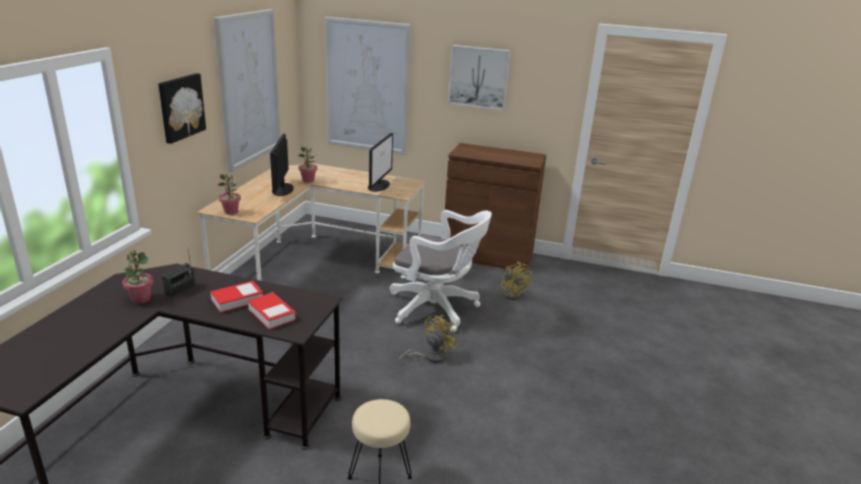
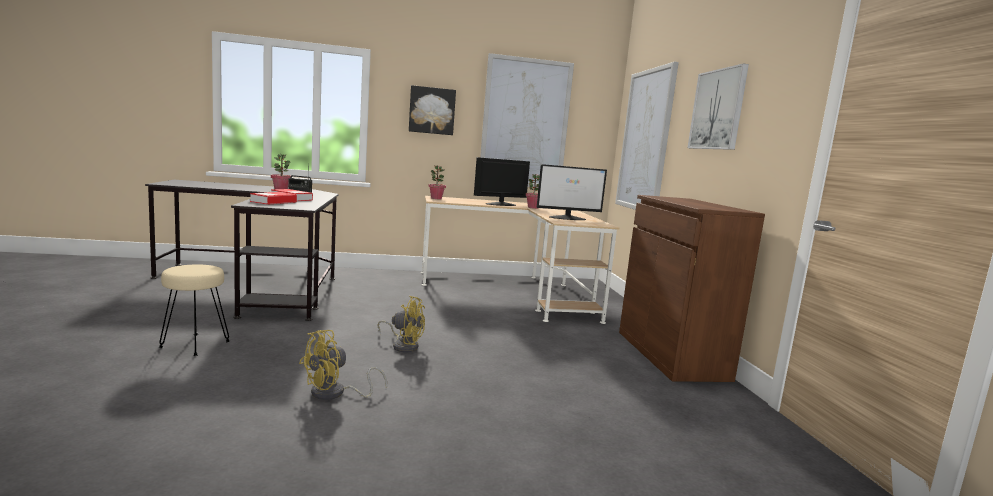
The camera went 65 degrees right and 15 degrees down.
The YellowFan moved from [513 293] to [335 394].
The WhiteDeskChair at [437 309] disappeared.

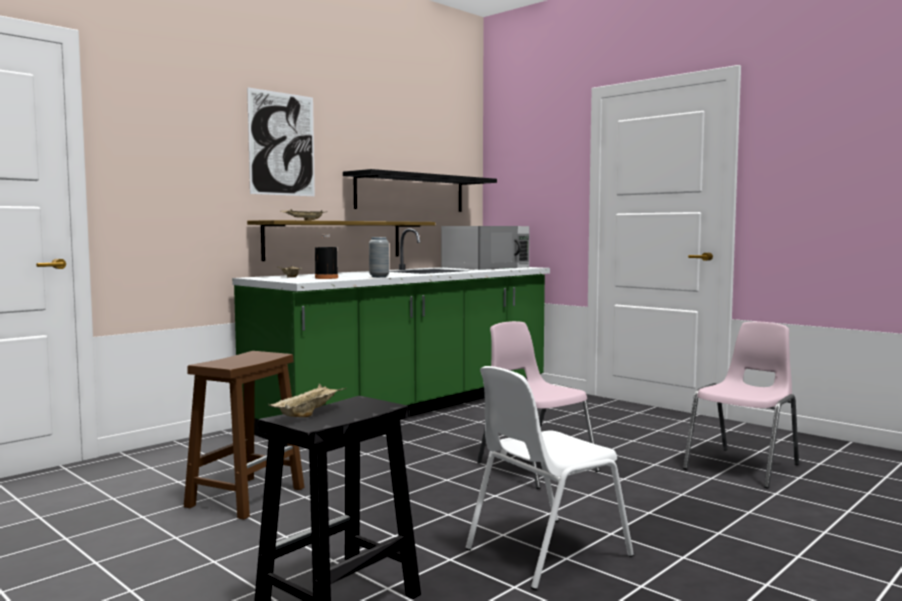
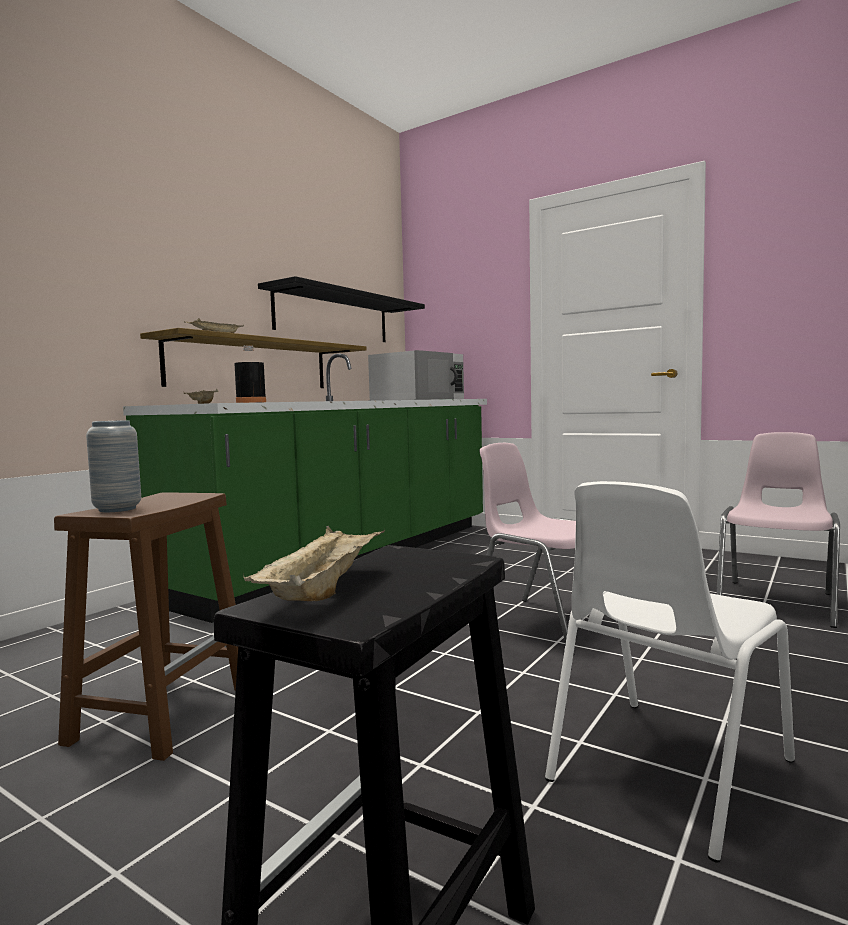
The camera went 10 degrees left and 0 degrees up.
The GreyishDecorativeVase moved from [379 276] to [117 509].
The WallPicture at [282 144] disappeared.

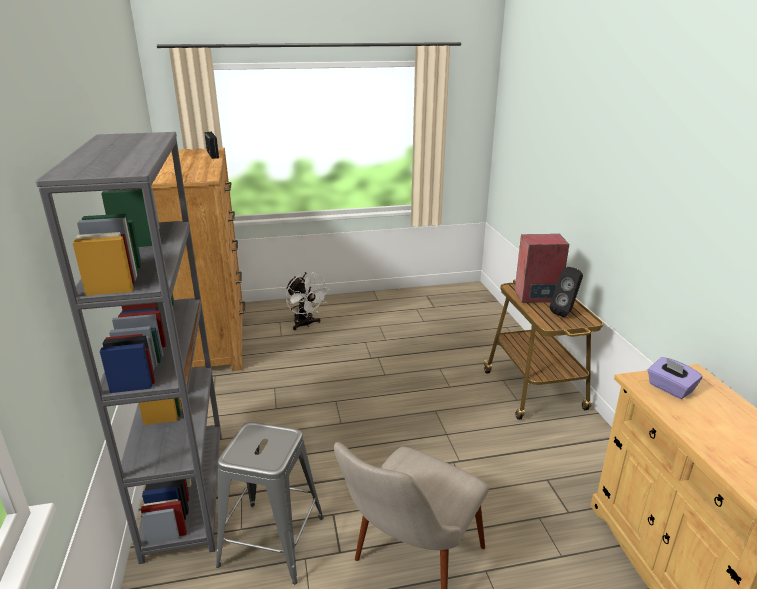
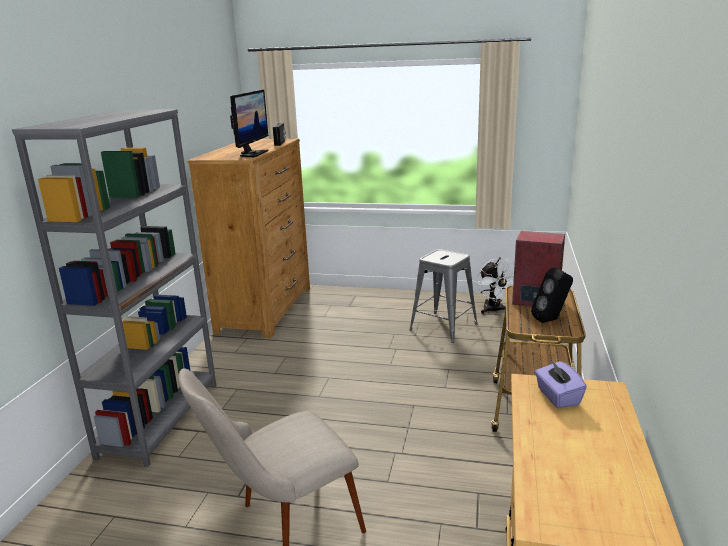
The camera went 25 degrees right and 5 degrees down.
The ComputerScreen at [252 154] appeared.
The GreyishStoolSeat moved from [272 541] to [443 327].
The WhiteFan moved from [306 324] to [494 310].

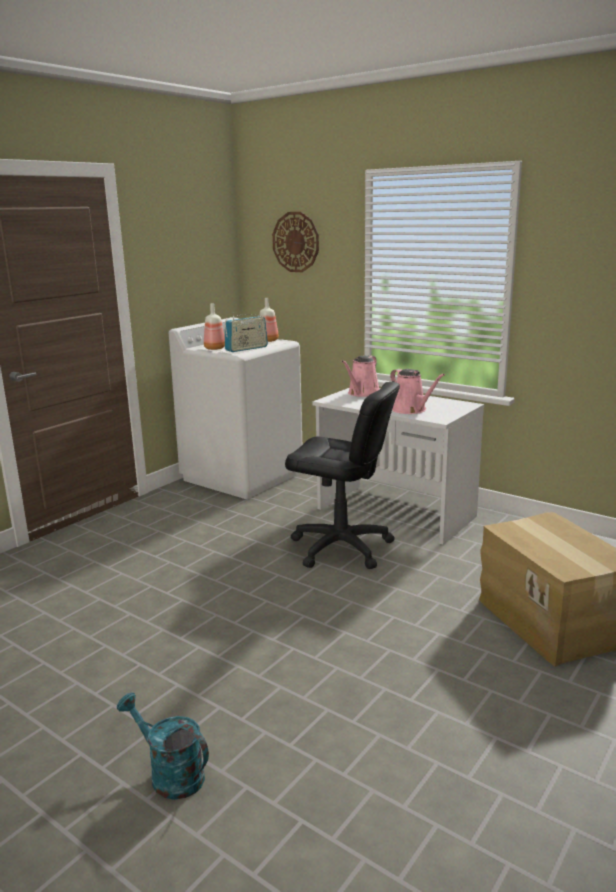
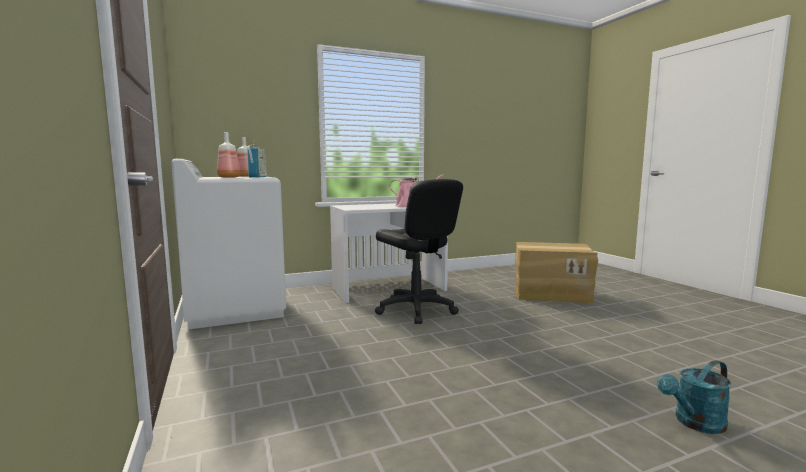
The camera went 60 degrees left and 10 degrees down.
The BlackDeskChair at [341 547] turned 90 degrees clockwise.
The ClockOnTheWall at [296 242] disappeared.
The PinkishWateringCan at [362 393] disappeared.

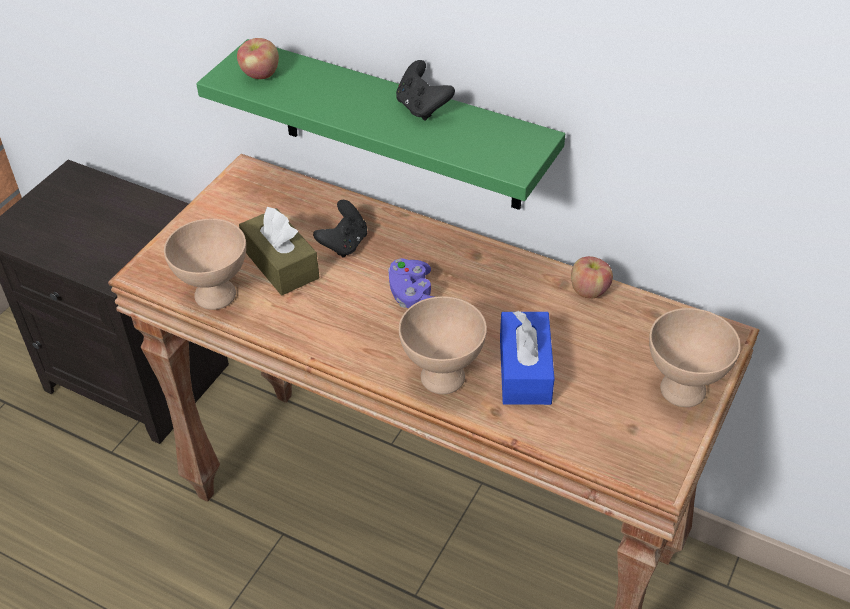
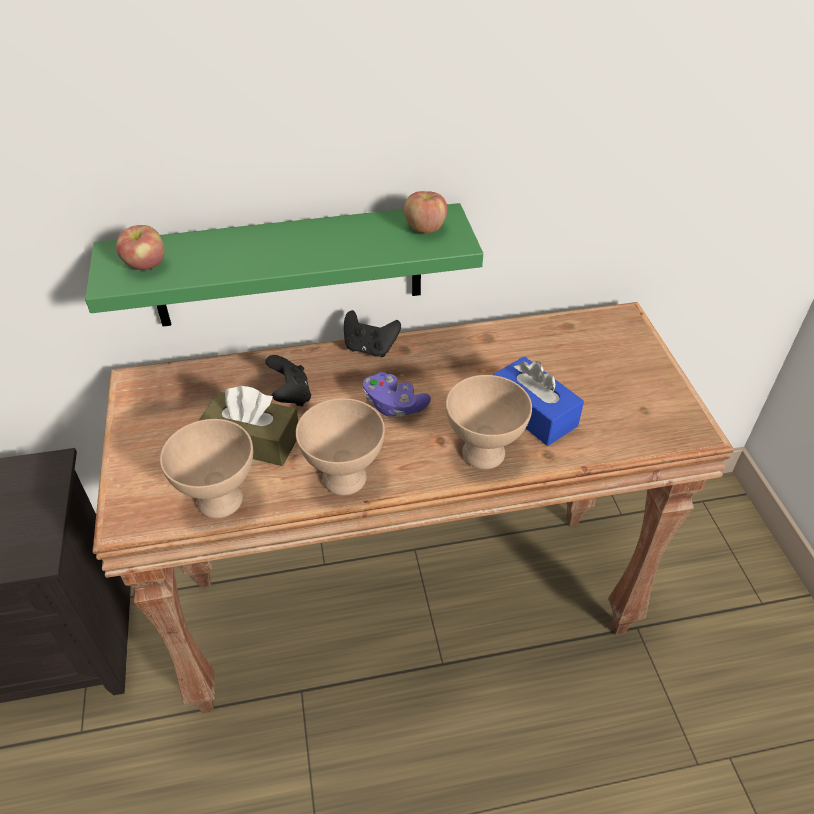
The camera went 40 degrees left and 0 degrees up.
The SandColouredBowl moved from [681 389] to [343 478].
The BlackGameController moved from [422 108] to [370 348].
The AppleFruit moved from [589 290] to [425 228].

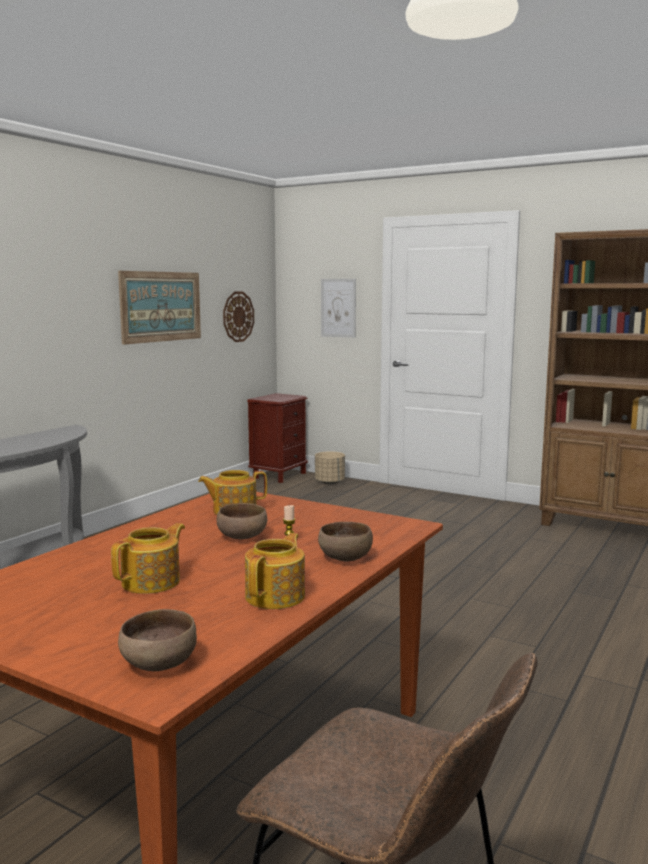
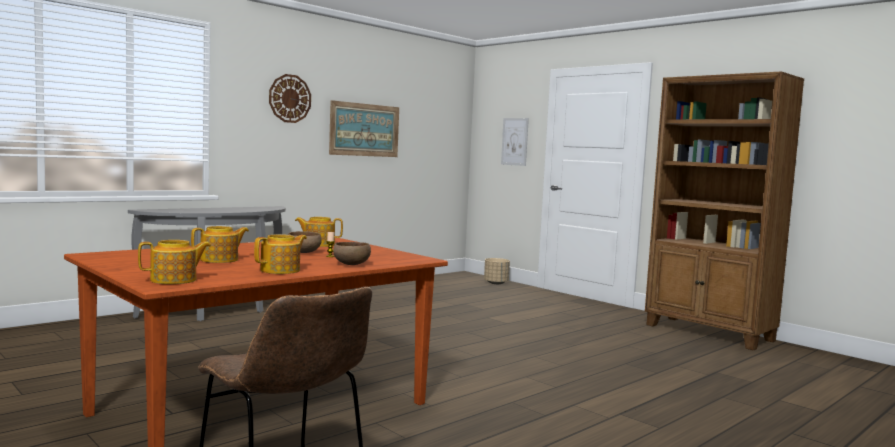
The camera went 15 degrees right and 5 degrees down.
The BrownishBowl at [158 665] was replaced by the Teapot at [175 280].
The ClockOnTheWall moved from [238 316] to [290 98].
The BrownishBedsideTable at [279 475] disappeared.

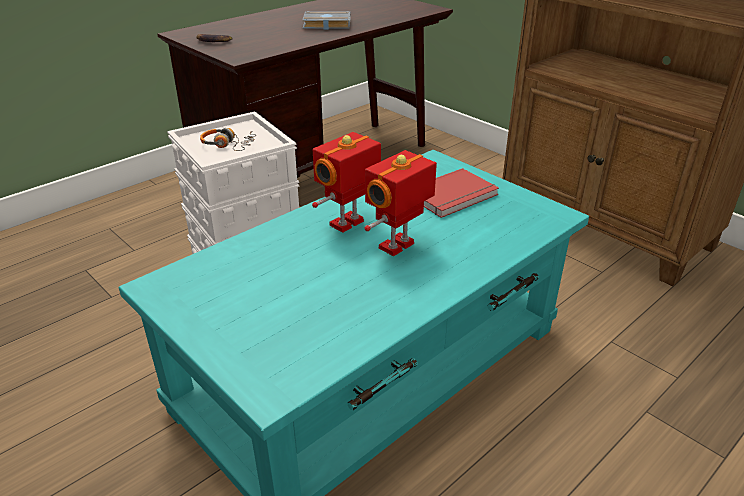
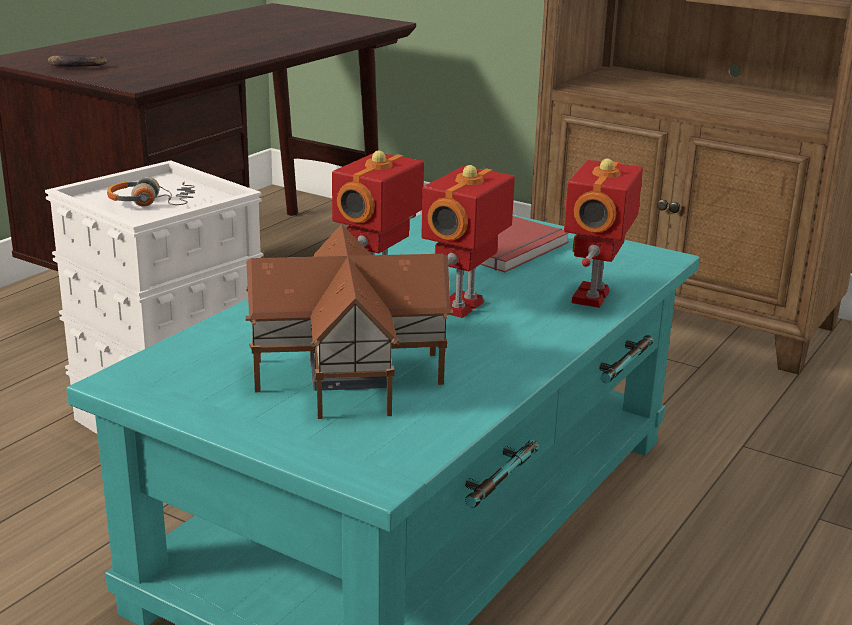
The camera went 15 degrees left and 10 degrees down.
The ModelHouse at [351 374] appeared.
The RobotFigure at [594 297] appeared.
The GreyishVolume at [326 25] disappeared.

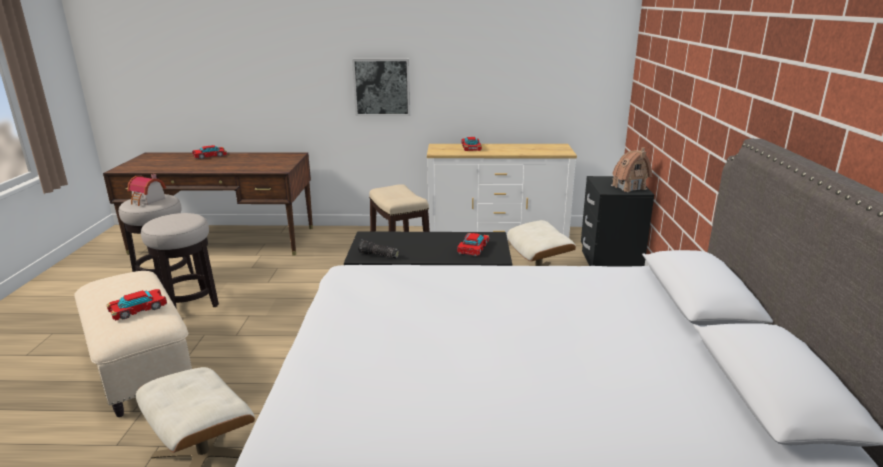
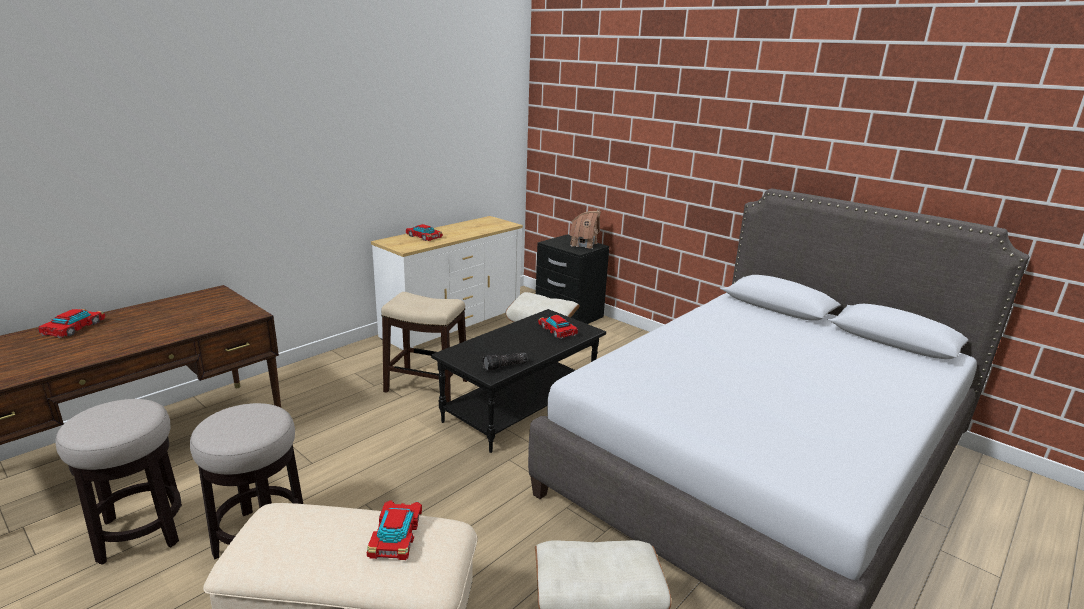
The camera went 50 degrees left and 0 degrees up.
The ModelHouse at [148 200] disappeared.
The WallPicture at [382 87] disappeared.

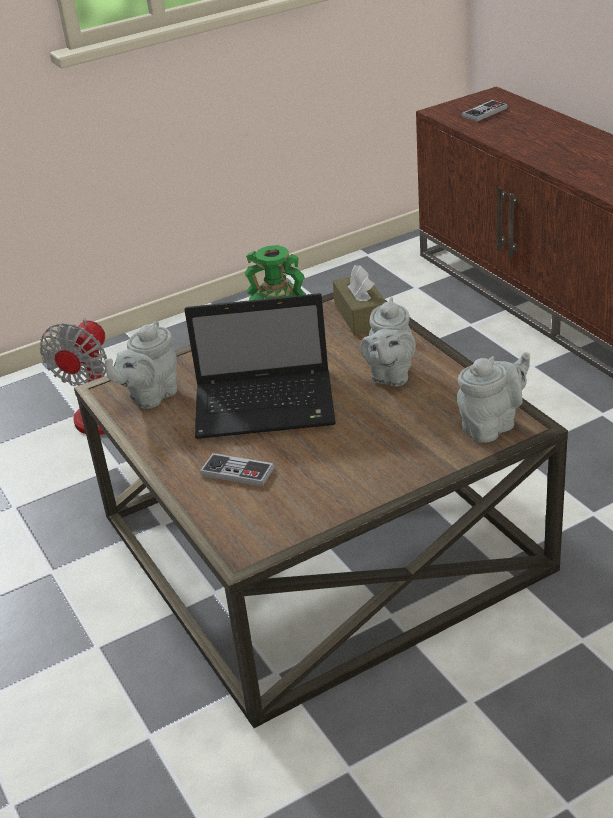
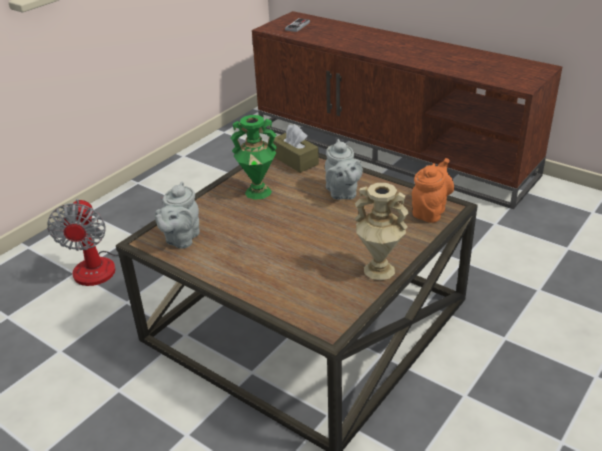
The camera went 25 degrees left and 0 degrees up.
The SandColouredDecorativeVase at [378 270] appeared.
The GreyishTeapot at [492 425] became the OrangeyTeapot at [430 211].
The NotebookComputer at [268 407] disappeared.
The GameController at [237 472] disappeared.

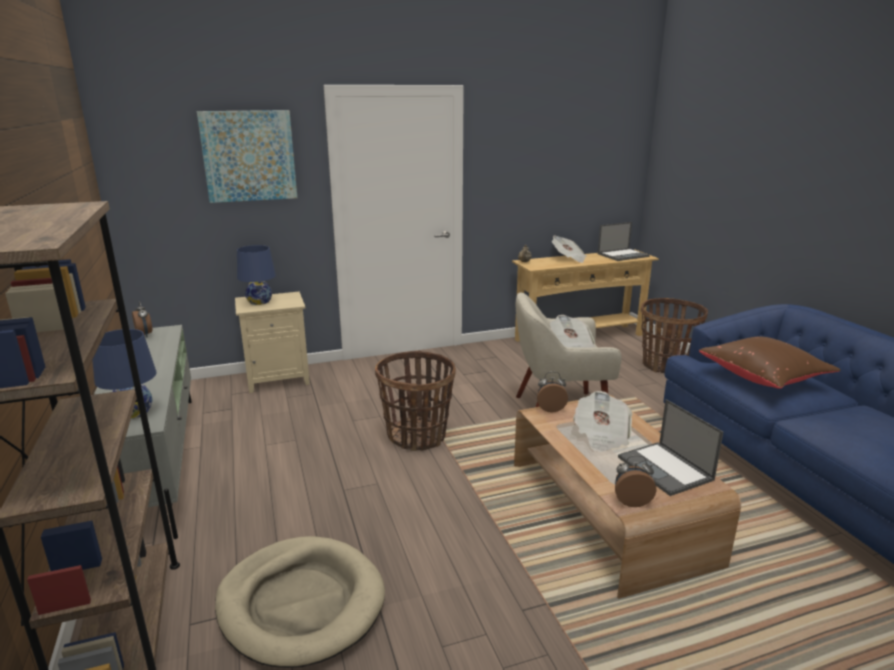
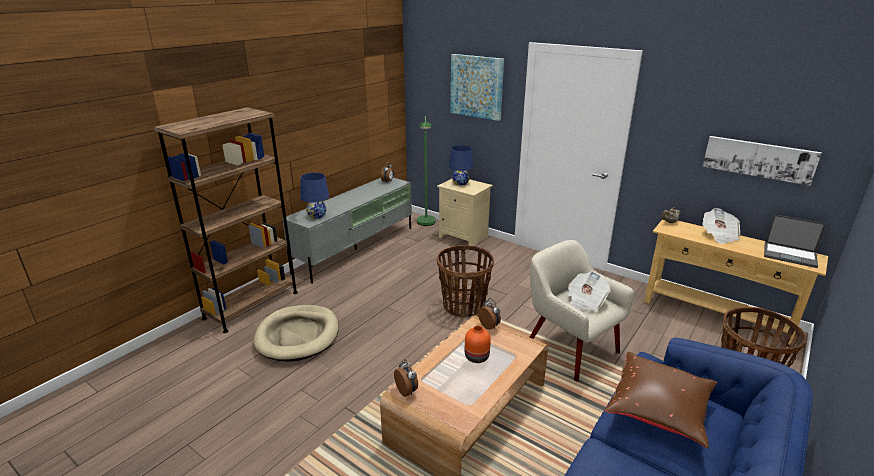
The camera went 55 degrees right and 5 degrees up.
The GreenishStandingLamp at [426 224] appeared.
The DailyPaper at [601 436] was replaced by the OrangeyDecorativeVase at [476 357].
The WallPicture at [758 159] appeared.
The NotebookComputer at [666 469] disappeared.

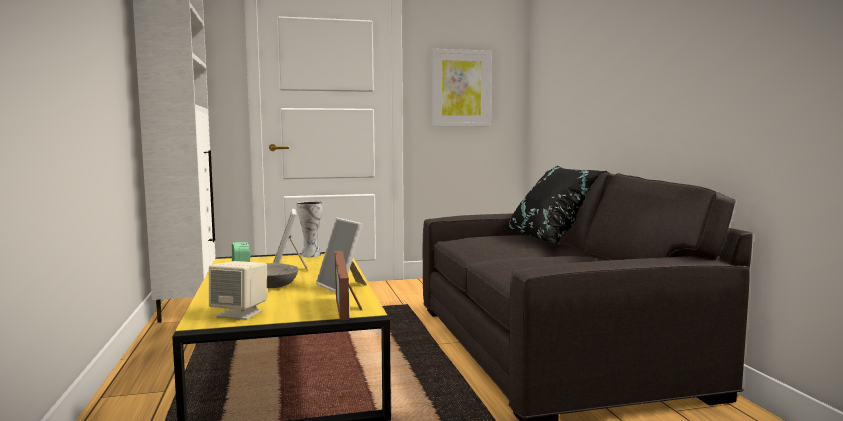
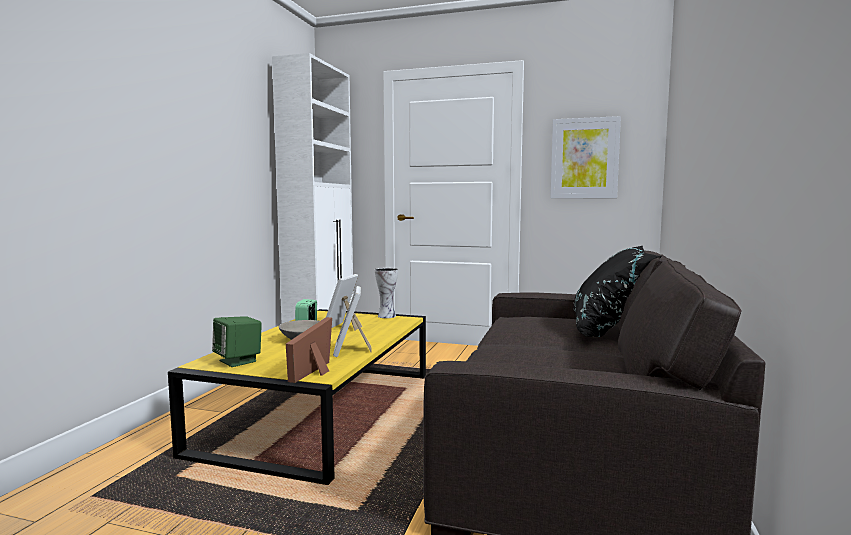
The camera went 30 degrees right and 0 degrees up.
The SandColouredSpeaker at [240 313] became the GreenishSpeaker at [238 361].

